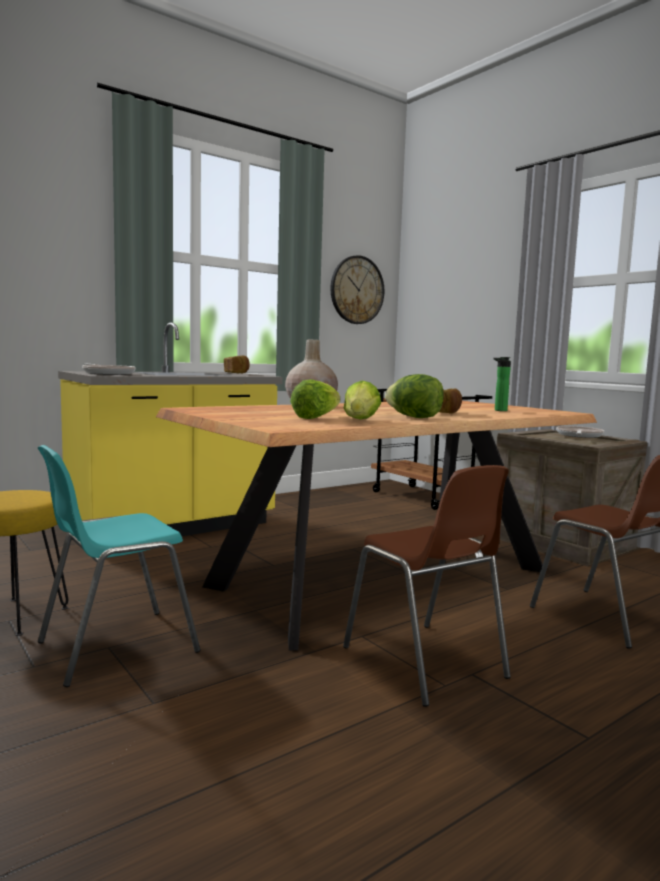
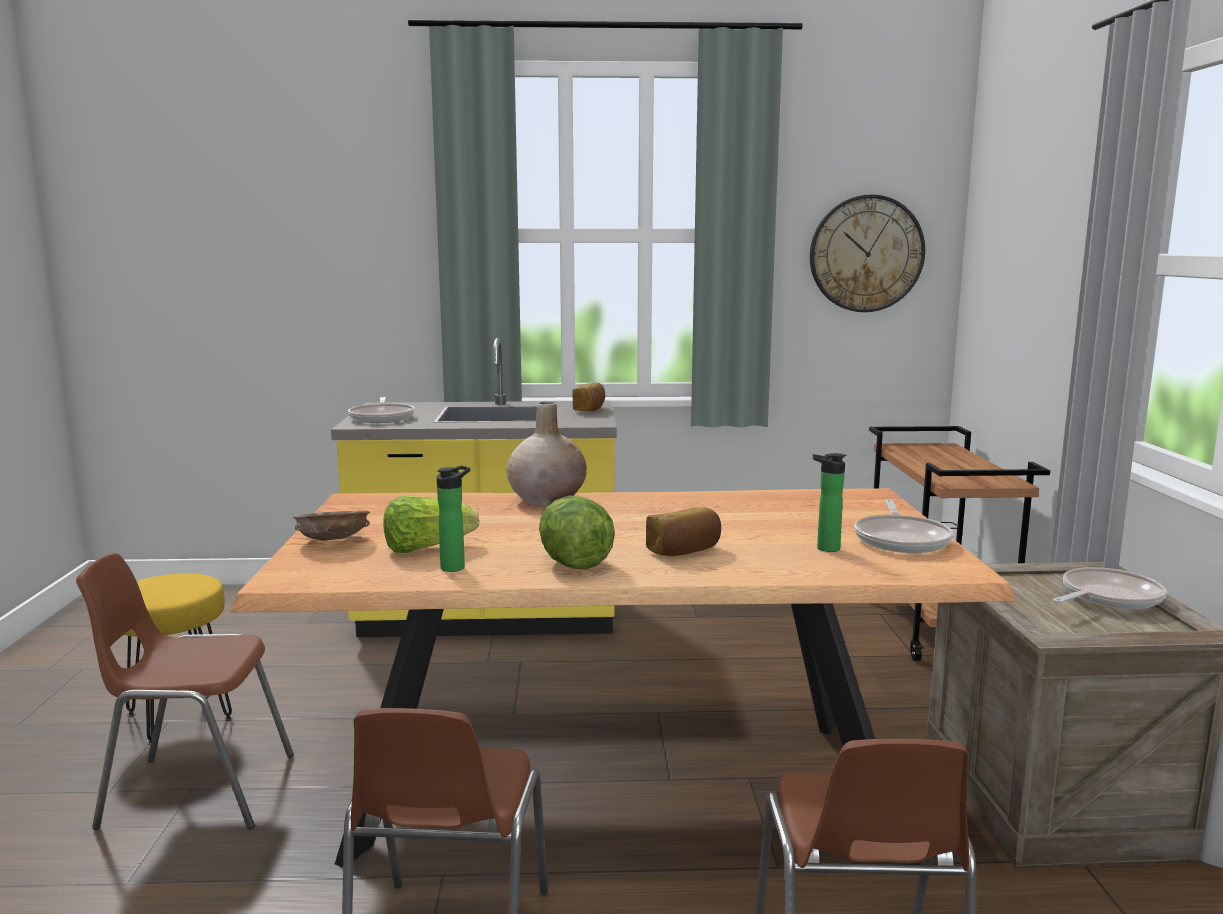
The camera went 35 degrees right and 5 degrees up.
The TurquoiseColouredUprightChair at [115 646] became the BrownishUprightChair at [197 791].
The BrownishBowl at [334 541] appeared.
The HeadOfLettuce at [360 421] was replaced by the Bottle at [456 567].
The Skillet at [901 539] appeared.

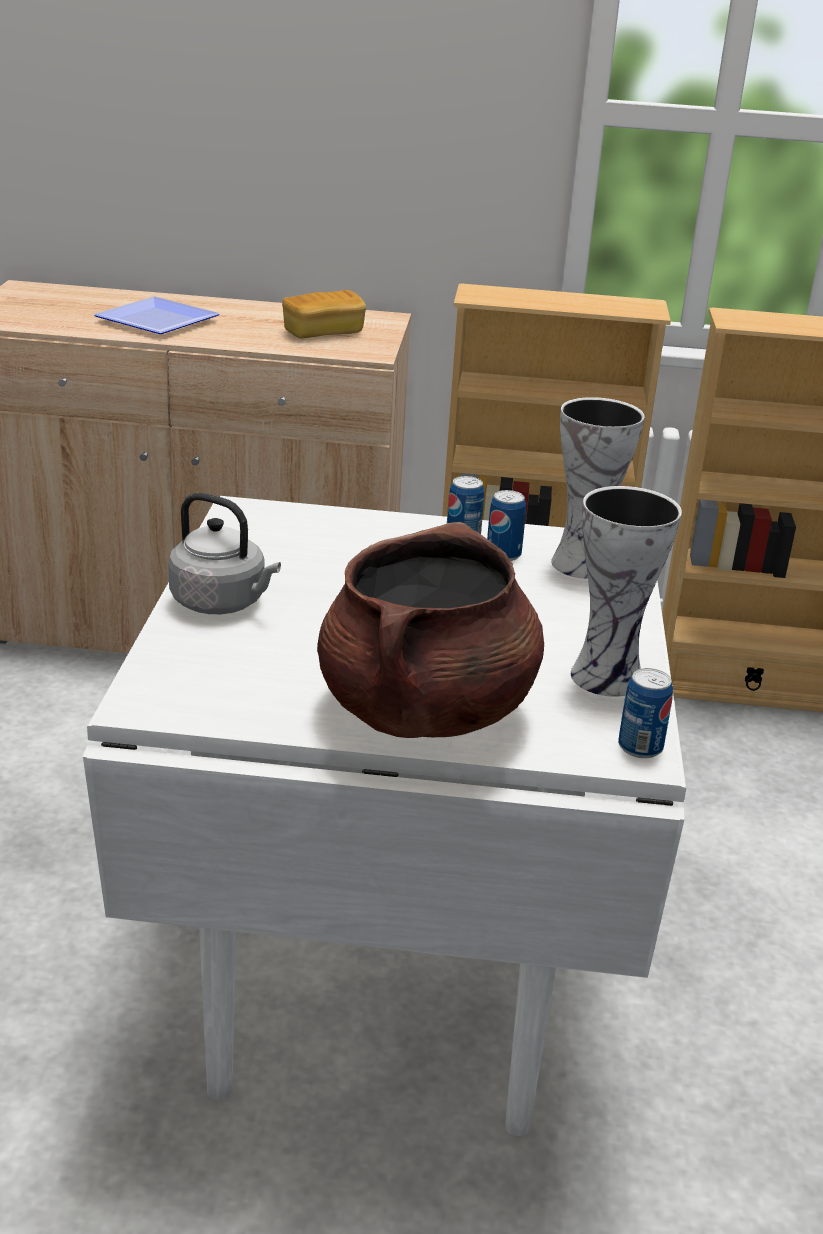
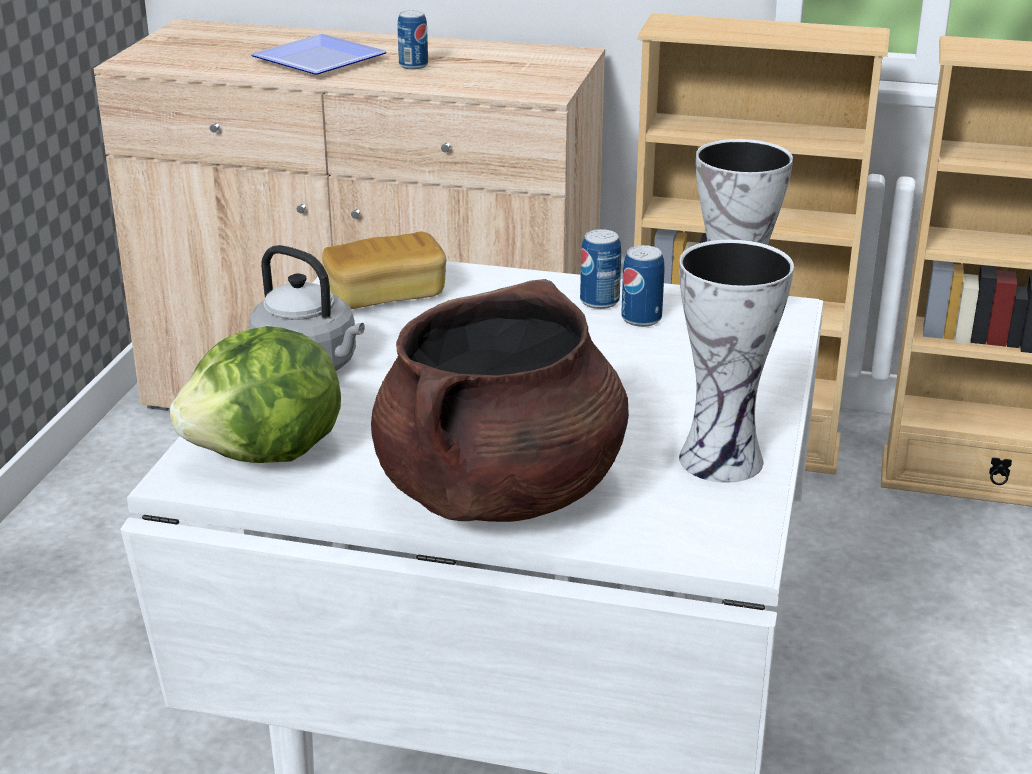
The camera went 10 degrees right and 0 degrees up.
The HeadOfLettuce at [268 455] appeared.
The Bread moved from [323 333] to [385 296].
The SealedCan moved from [640 747] to [413 65].

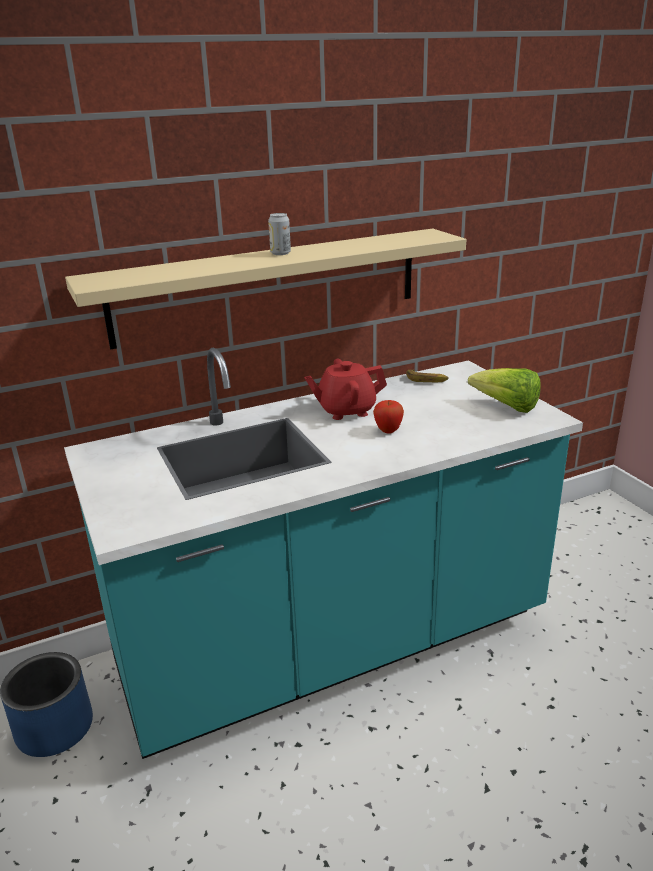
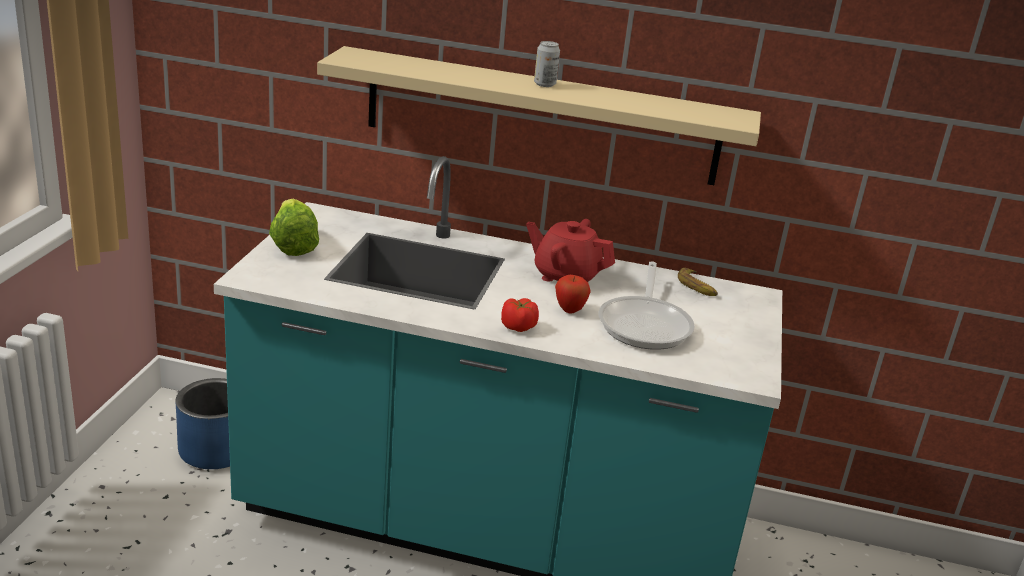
The camera went 35 degrees right and 0 degrees up.
The HeadOfLettuce moved from [506 407] to [293 245].
The WholeTomato at [518 327] appeared.
The Skillet at [646 324] appeared.

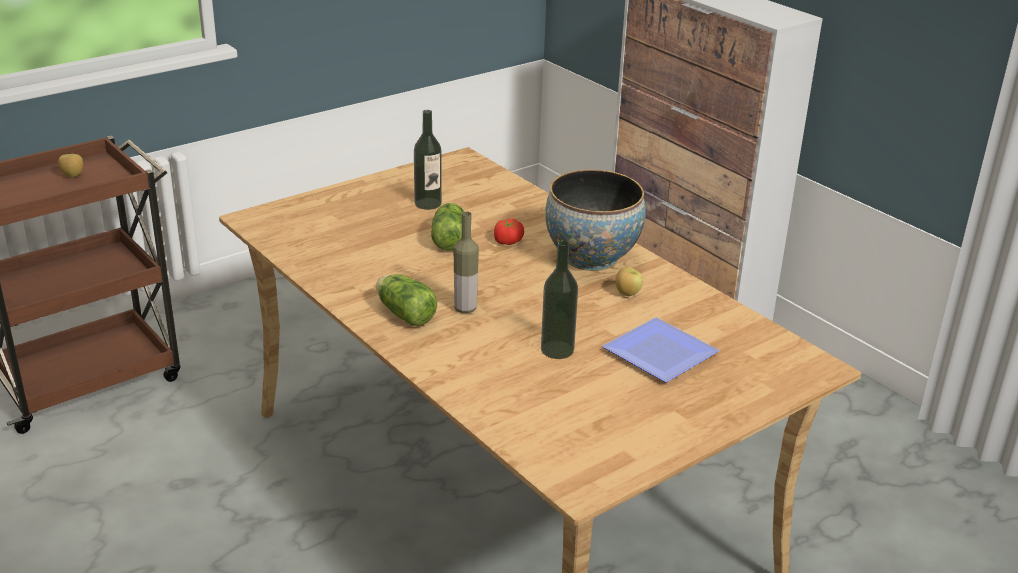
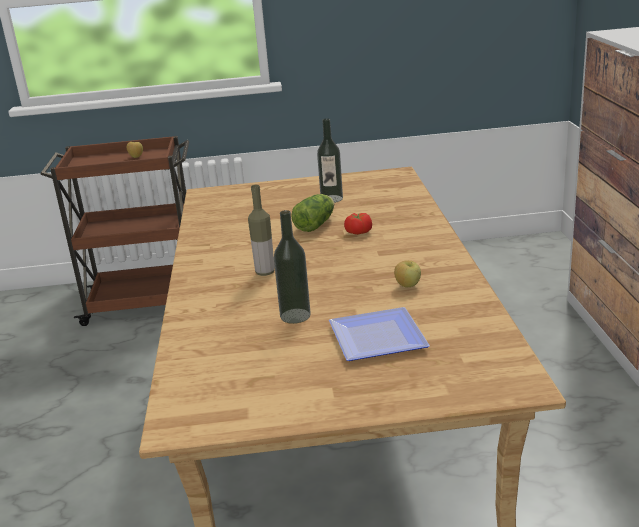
The camera went 35 degrees right and 5 degrees down.
The HeadOfLettuce at [403 313] disappeared.
The Bowl at [591 258] disappeared.

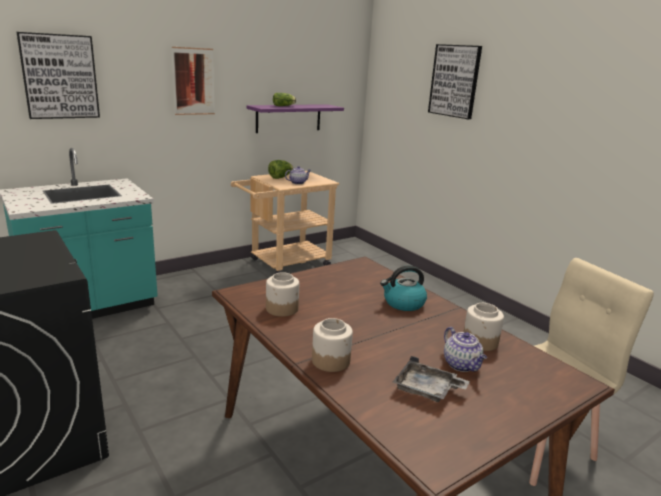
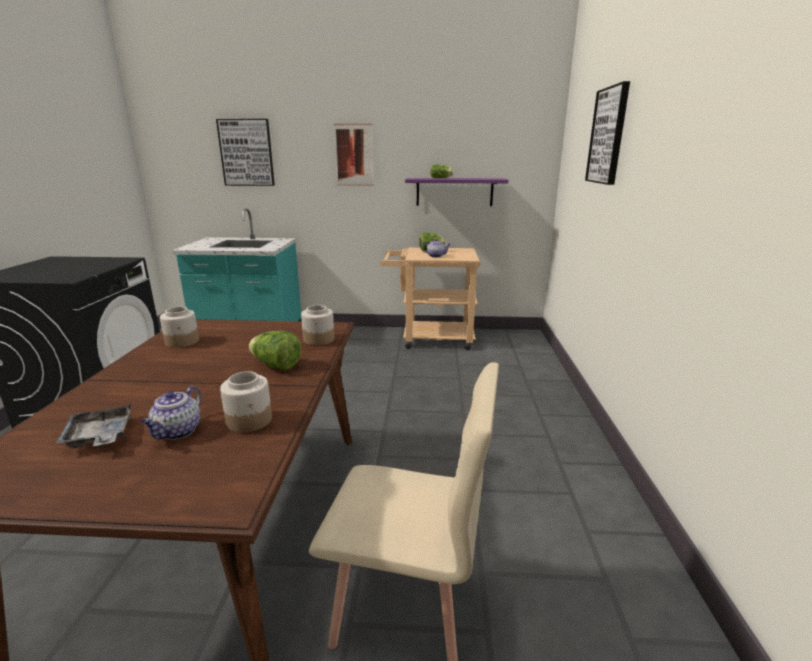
The camera went 40 degrees right and 0 degrees up.
The Kettle at [403 303] was replaced by the HeadOfLettuce at [276 366].
The Jar moved from [331 360] to [319 339].

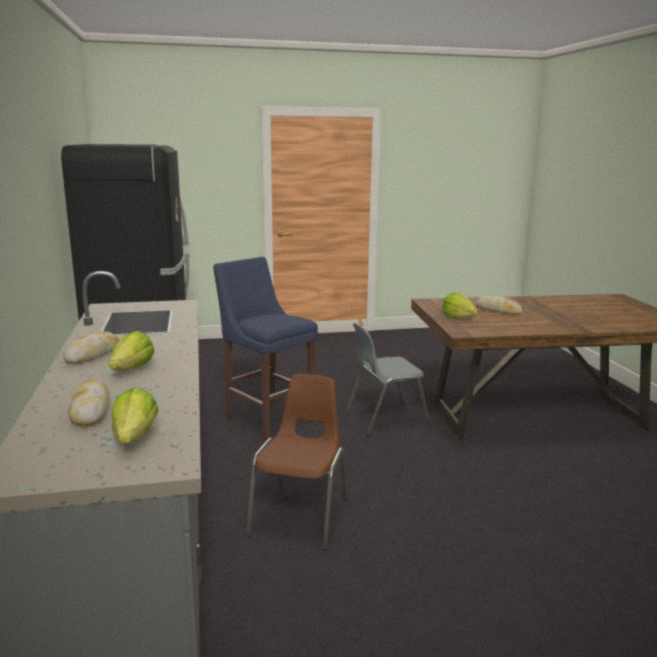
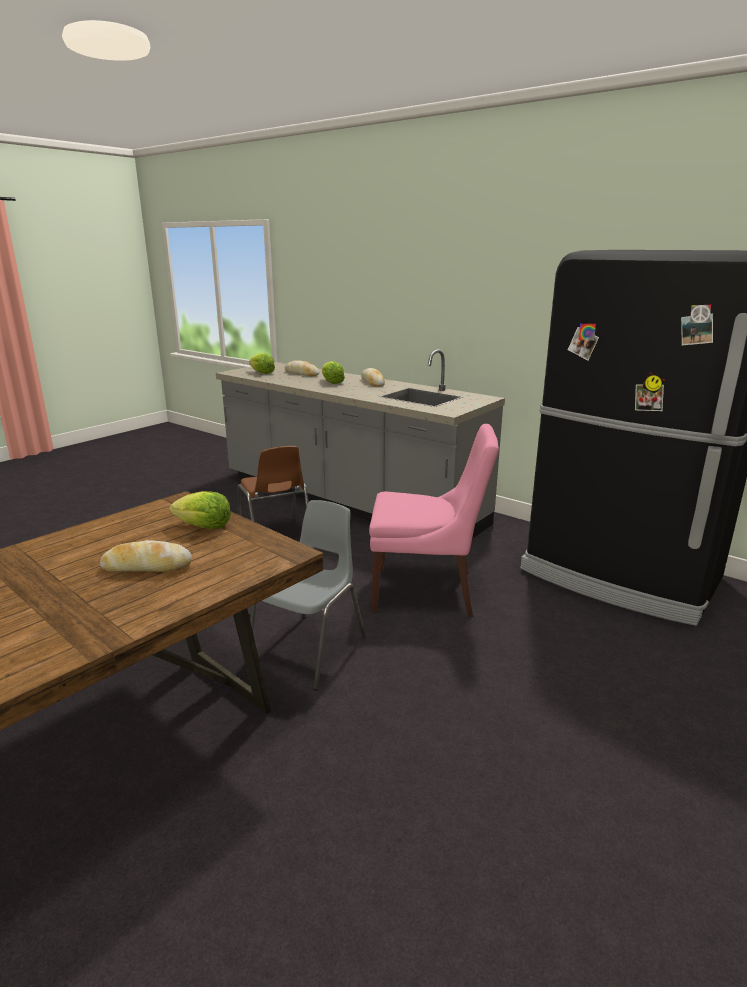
The camera went 140 degrees right and 5 degrees up.
The BlueStoolSeat at [267 419] was replaced by the PinkishUprightChair at [427 591].

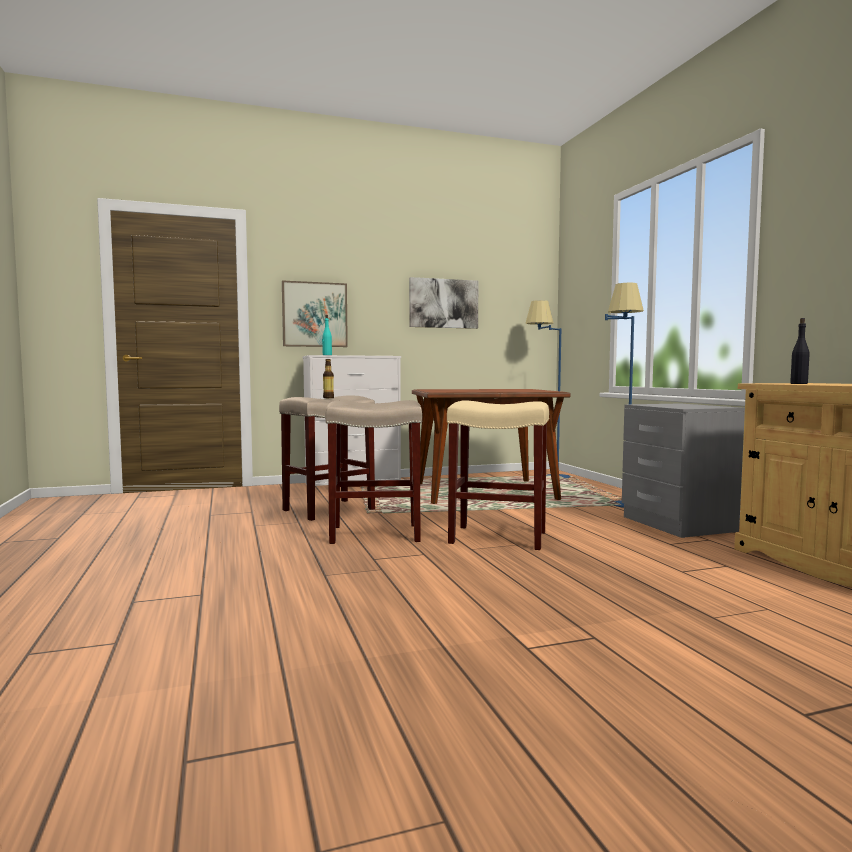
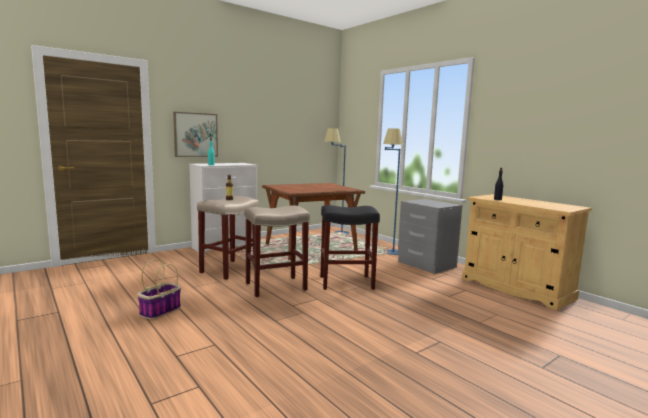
The camera went 20 degrees left and 5 degrees up.
The Basket at [160 311] appeared.
The SandColouredStoolSeat at [499 537] became the BlackStoolSeat at [347 282].
The WallPicture at [443 303] disappeared.

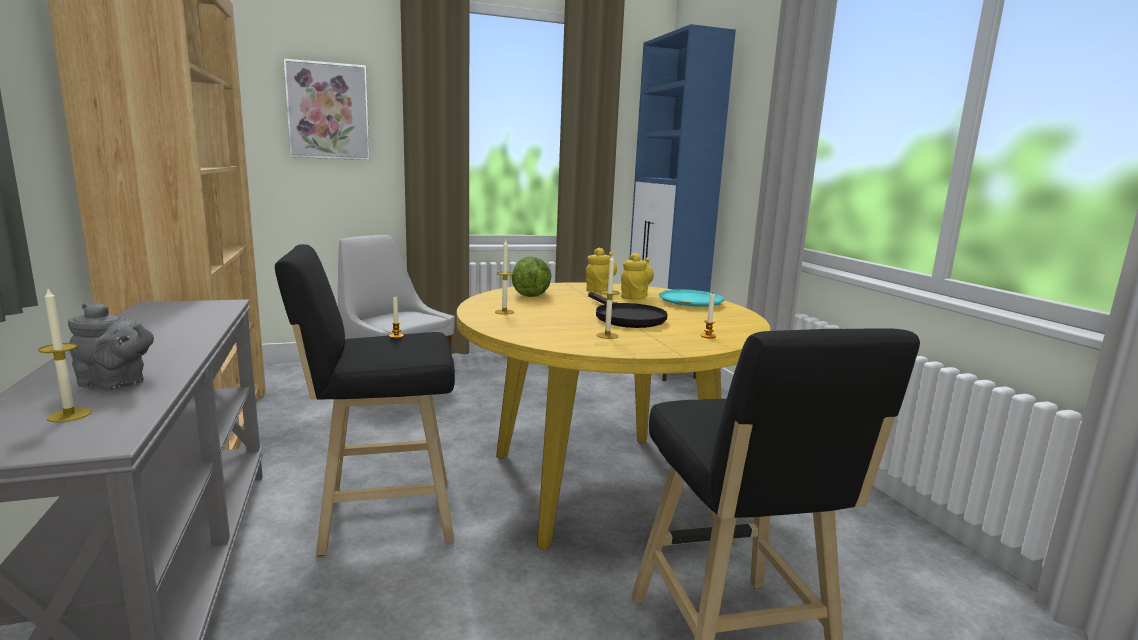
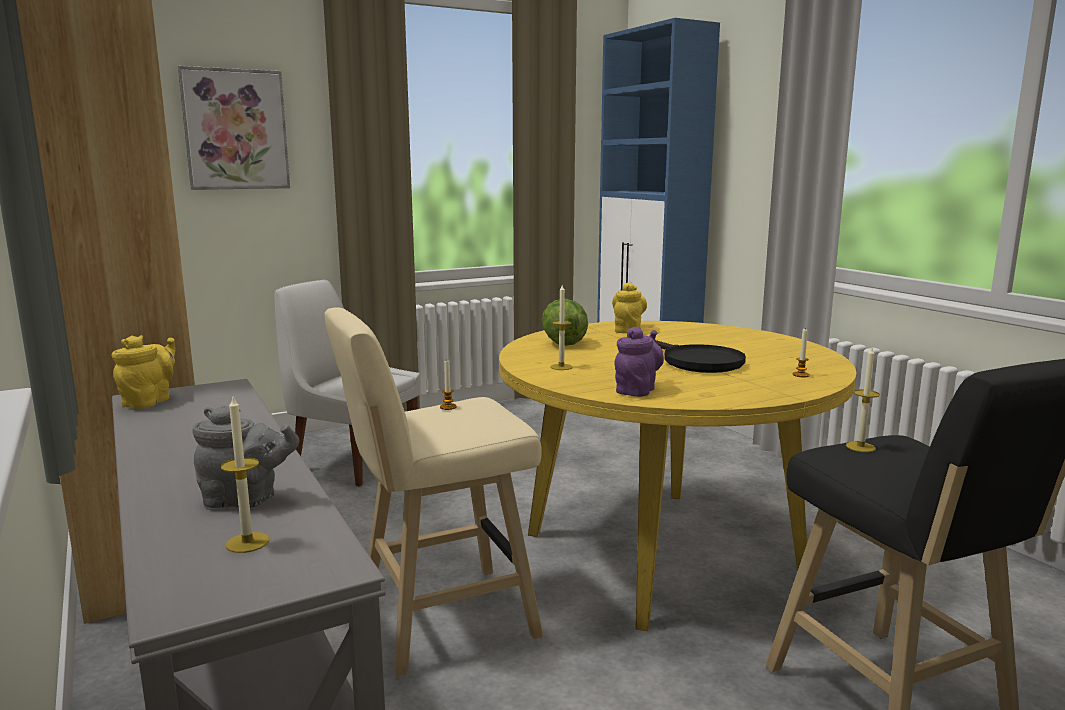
The camera went 10 degrees left and 0 degrees up.
The YellowTeapot moved from [635 297] to [149 401].
The BlackStoolSeat at [380 516] became the SandColouredStoolSeat at [439 620].
The PurpleTeapot at [637 390] appeared.
The WaxLight moved from [607 335] to [860 447].
The TurquoiseColouredPlate at [690 303] disappeared.

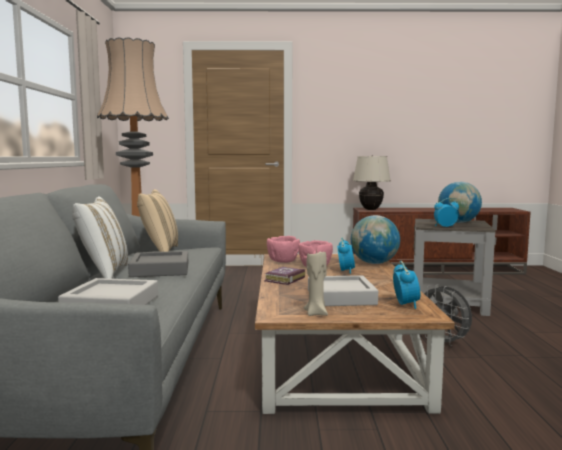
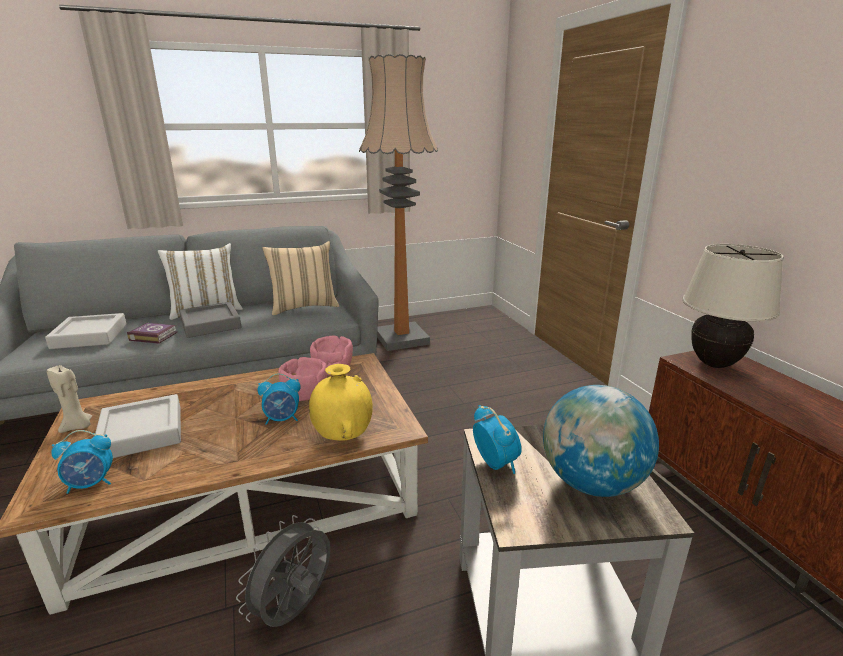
The camera went 70 degrees right and 15 degrees up.
The Volume moved from [283 279] to [153 336].
The Globe at [374 263] was replaced by the YellowDecorativeVase at [343 436].

